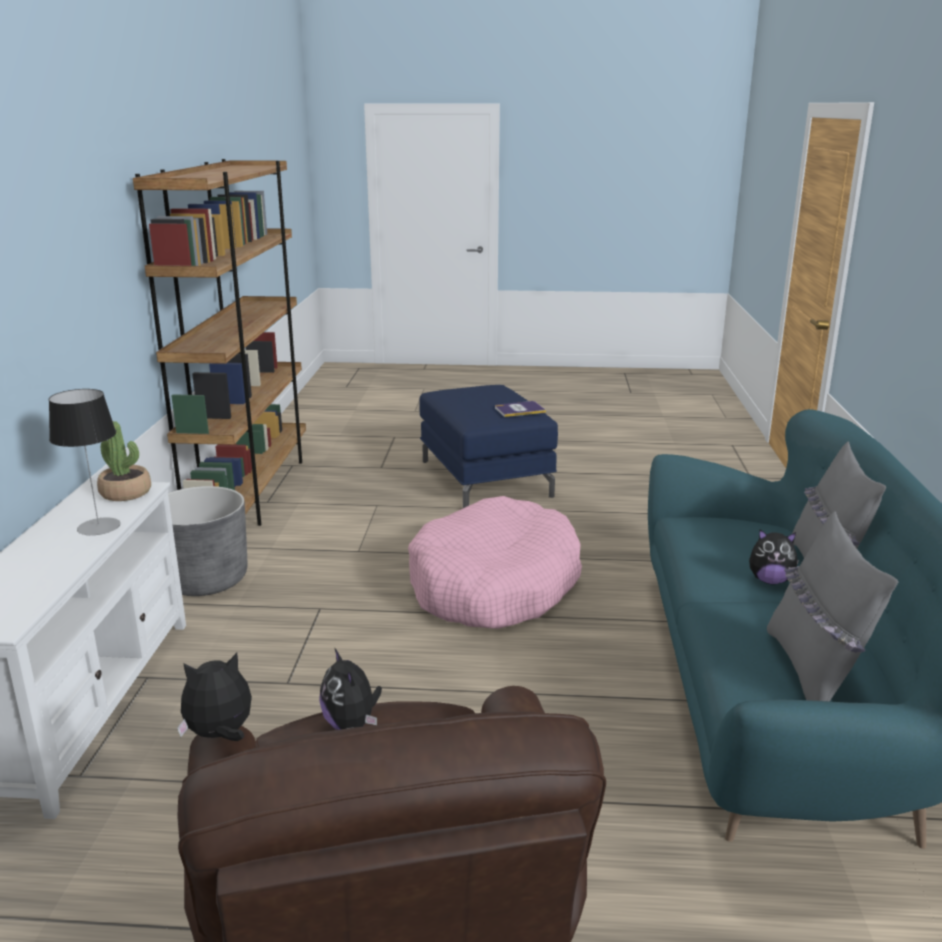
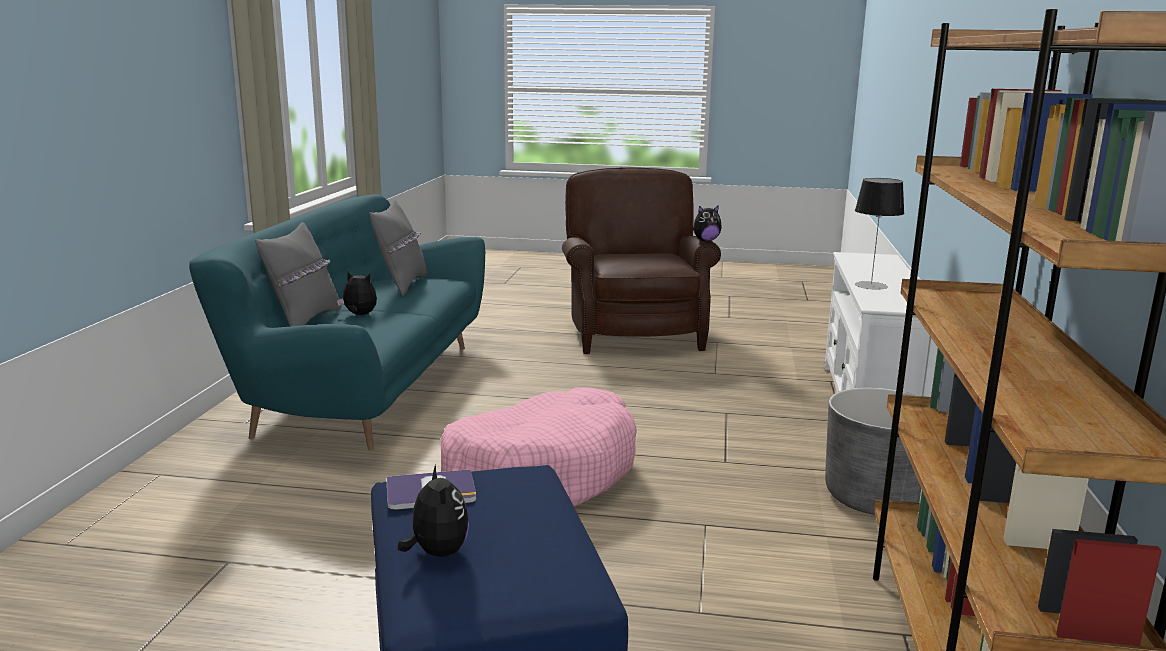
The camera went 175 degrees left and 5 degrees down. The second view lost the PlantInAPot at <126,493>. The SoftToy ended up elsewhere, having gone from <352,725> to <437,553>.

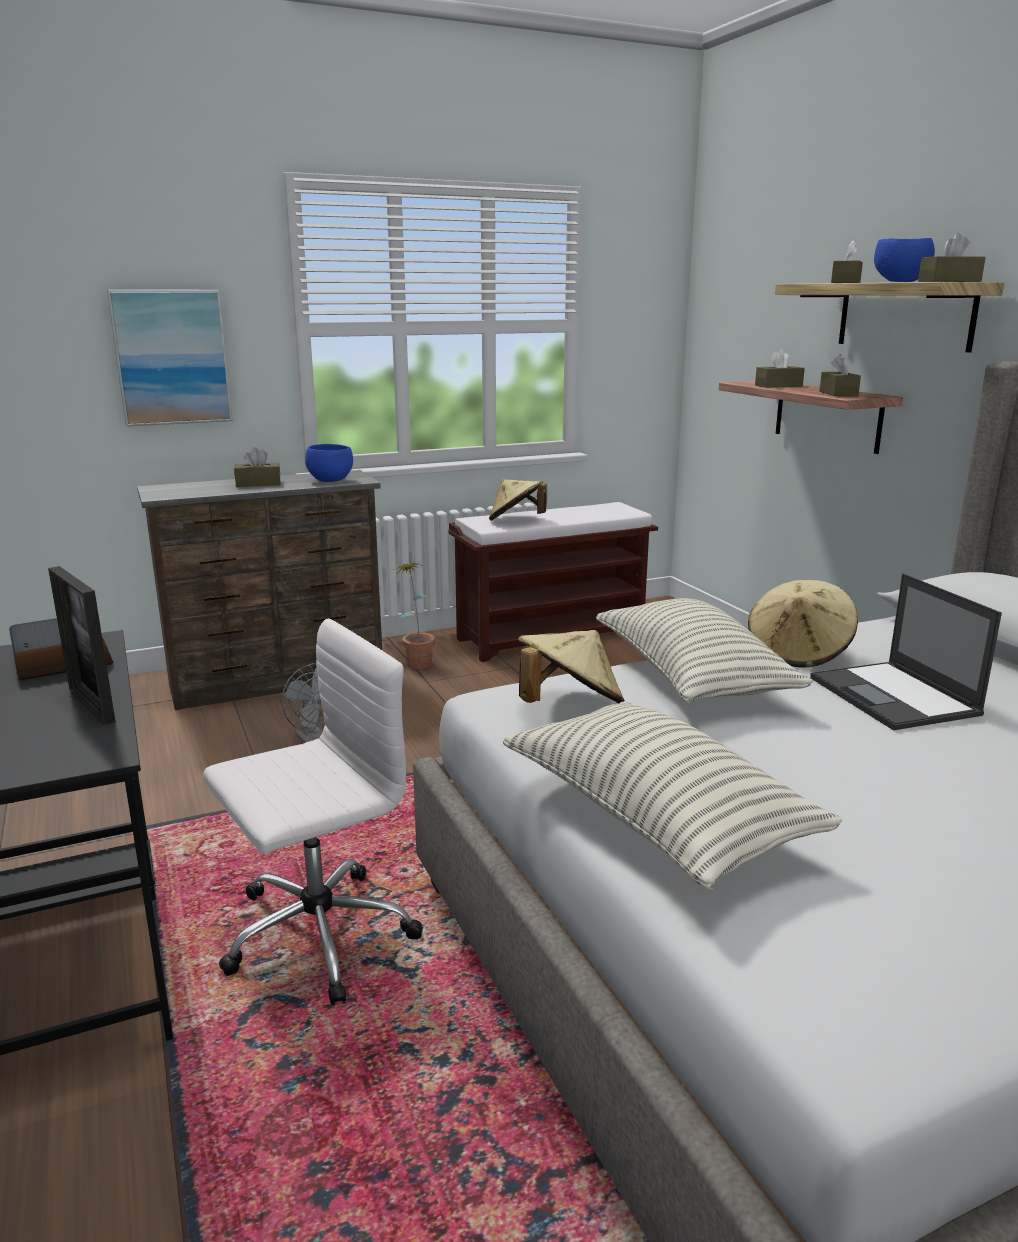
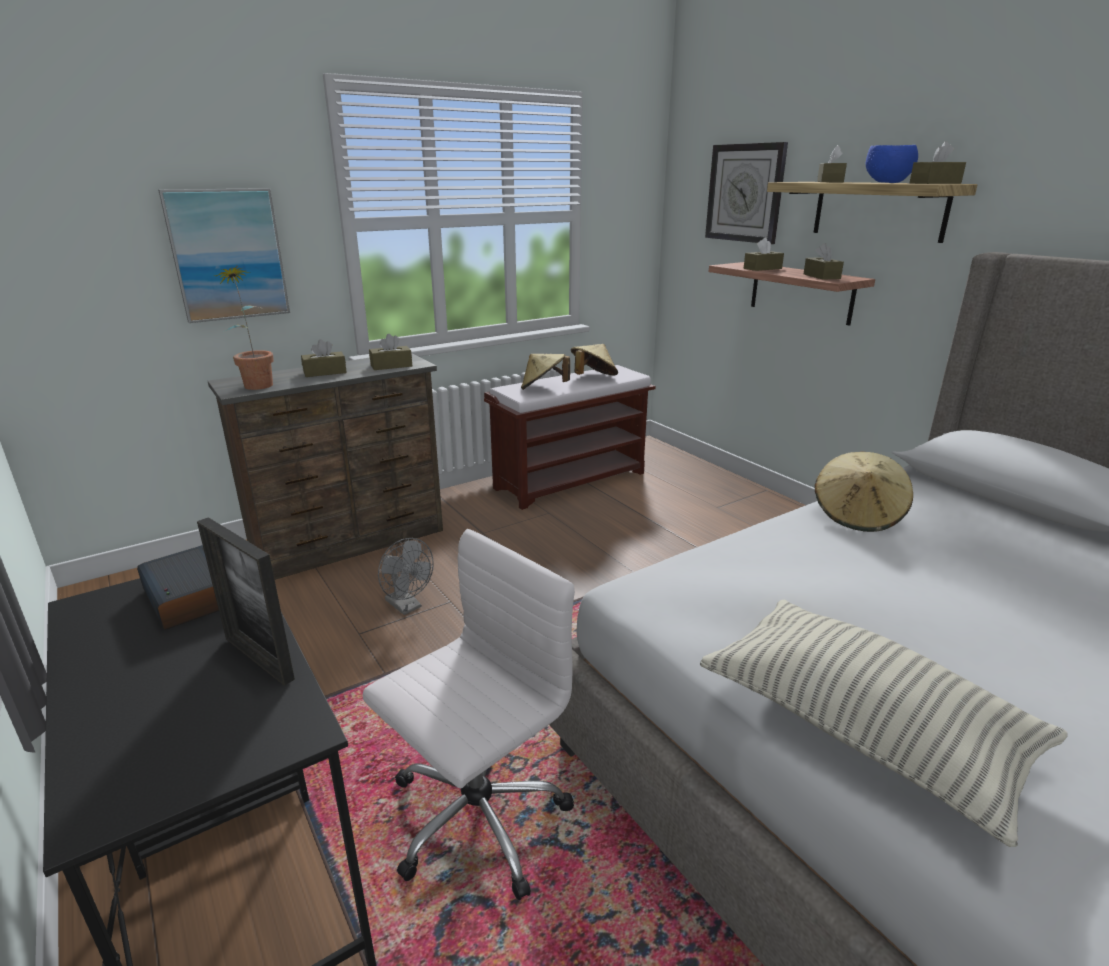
The camera went 10 degrees left and 5 degrees up. The second view lost the ThrowPillow at <691,678>. The second view lost the NotebookComputer at <894,697>. The second view gained the HangingClock at <745,193>. The PlantInAPot ended up elsewhere, having gone from <417,661> to <257,383>. The BeigeWearableHat ended up elsewhere, having gone from <569,706> to <593,378>. Where the BluishDeepDish stood at <331,481>, the BrownishTissueHolder came to stand at <391,366>.

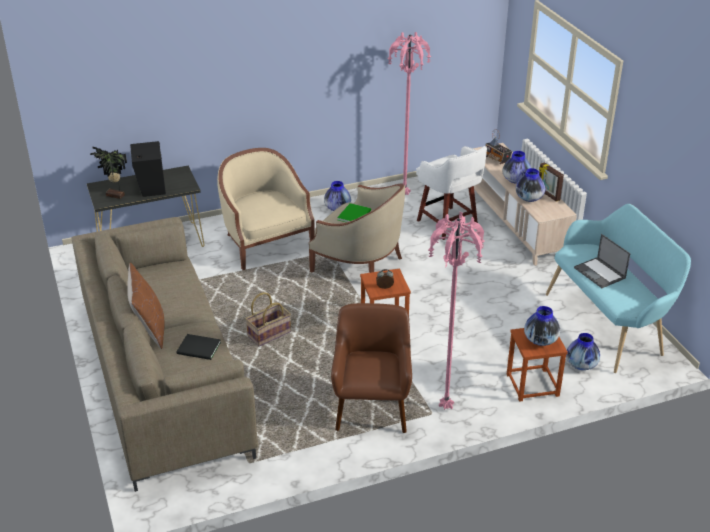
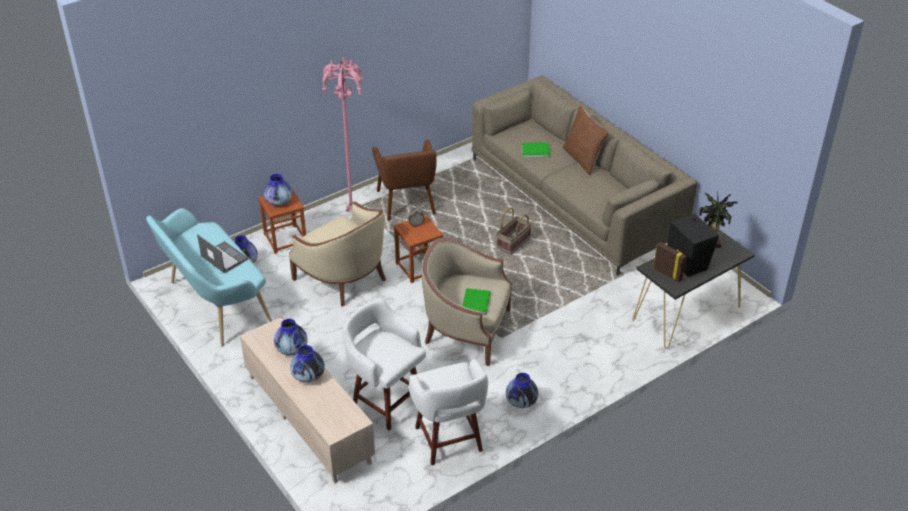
The camera went 165 degrees right and 5 degrees up. The second view lost the RadioSet at <497,159>. The BeigeLoungeChair ended up elsewhere, having gone from <266,243> to <343,277>. The StandingFrame ended up elsewhere, having gone from <548,195> to <667,274>. Where the PinkFloorLamp stood at <405,195>, the WhitishStoolSeat came to stand at <449,441>. What was the BlackBoundBook at <199,349> turned into the GreenishBoundBook at <534,150>.

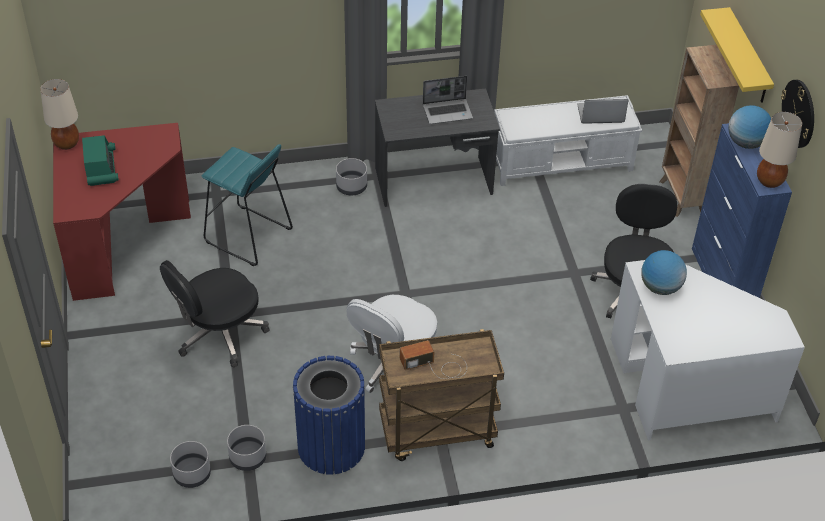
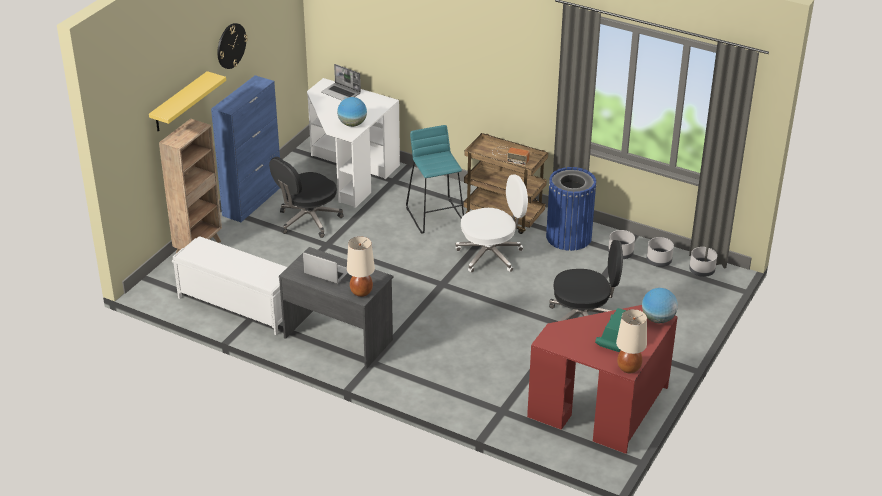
The camera went 140 degrees left and 10 degrees down. The TurquoiseStoolSeat ended up elsewhere, having gone from <248,236> to <436,216>. The GreyPlanter ended up elsewhere, having gone from <352,187> to <701,270>. The NotebookComputer ended up elsewhere, having gone from <600,115> to <341,93>. The WorldGlobe ended up elsewhere, having gone from <746,143> to <658,319>. The BeigeLampForATable ended up elsewhere, having gone from <769,181> to <361,292>.

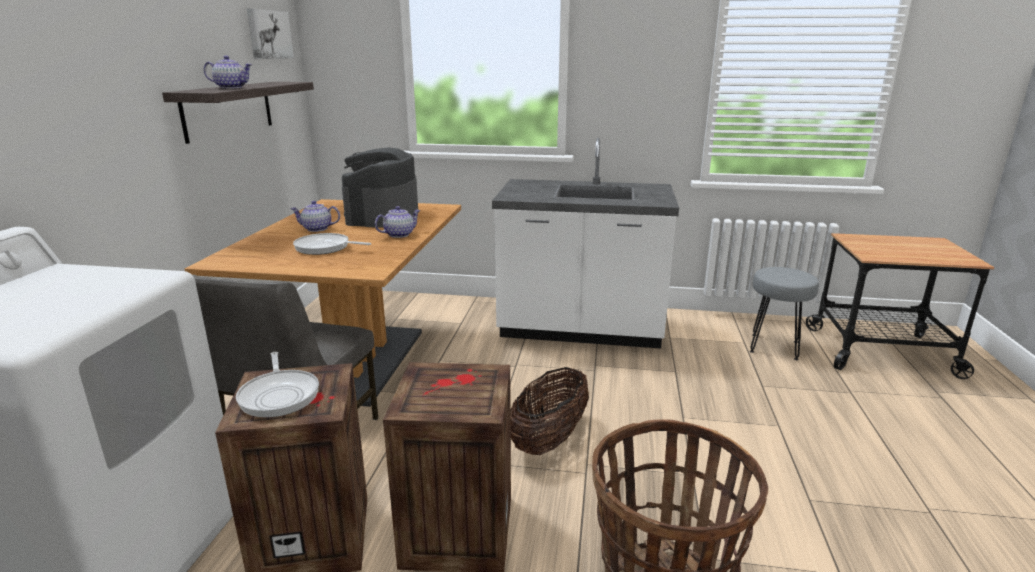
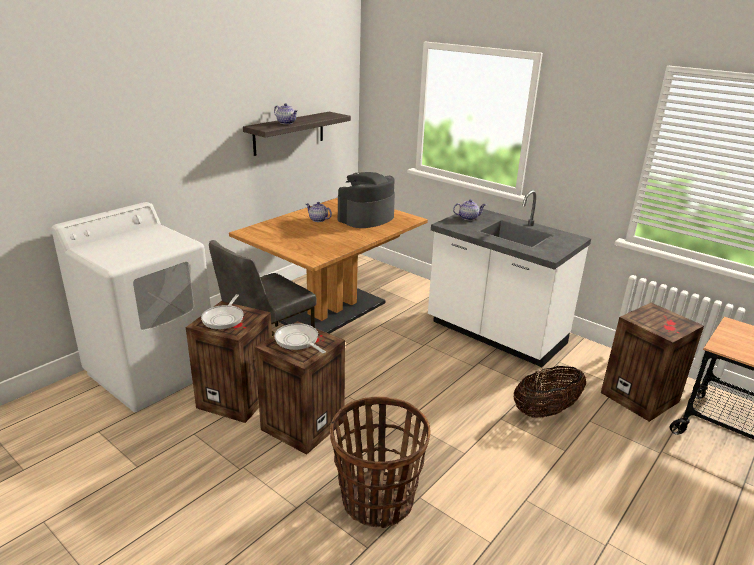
The camera went 30 degrees right and 5 degrees up. The second view lost the WallArt at <268,34>. The FryingPan ended up elsewhere, having gone from <325,248> to <298,341>. The Teapot ended up elsewhere, having gone from <399,234> to <468,218>. The StorageBasket ended up elsewhere, having gone from <549,439> to <545,411>. Where the GreyStoolSeat stood at <774,346>, the ShippingCrate came to stand at <641,397>.

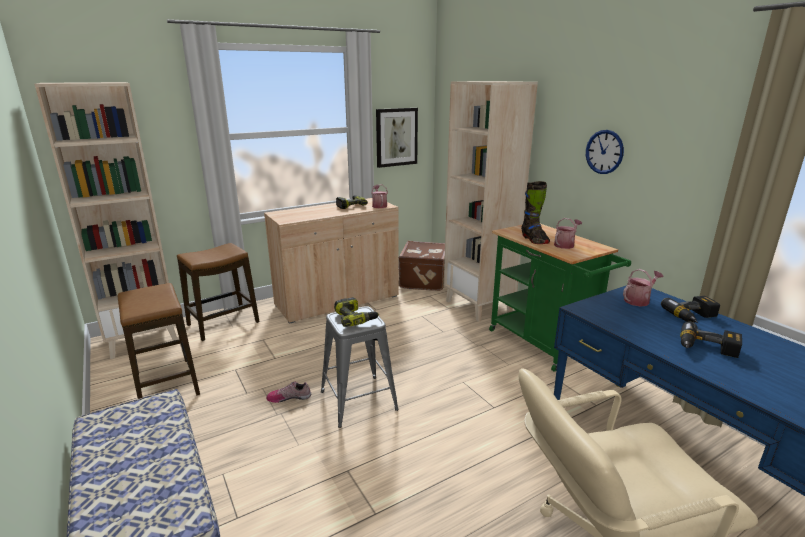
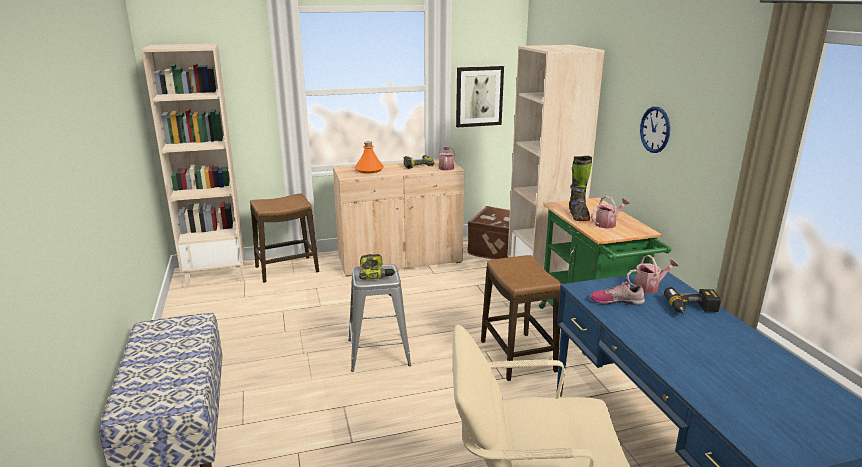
The camera went 15 degrees right and 0 degrees up. The second view lost the ElectricDrill at <707,349>. The second view gained the OrangeyBottle at <369,170>. The StoolSeat ended up elsewhere, having gone from <167,384> to <518,356>. The LowShoe ended up elsewhere, having gone from <289,397> to <616,301>.

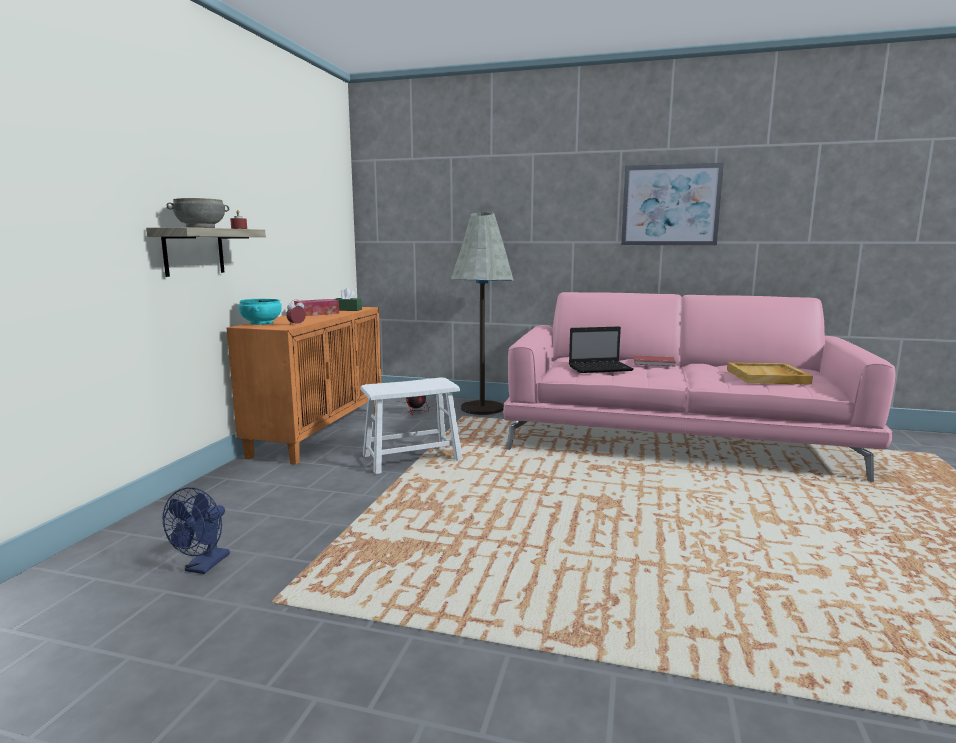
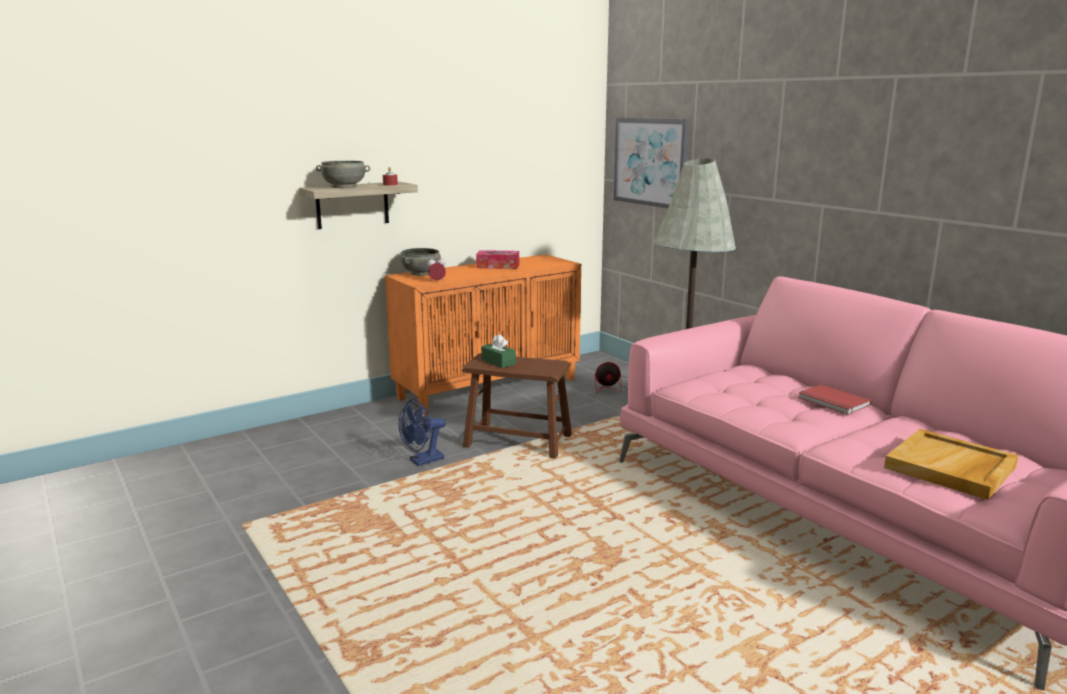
The camera went 40 degrees right and 5 degrees up. The second view lost the NotebookComputer at <601,368>. The BluishElectricFan ended up elsewhere, having gone from <203,567> to <422,461>. The GreenishTissueHolder ended up elsewhere, having gone from <347,310> to <498,362>. The WallArt ended up elsewhere, having gone from <670,205> to <650,162>. What was the TurquoiseDeepDish at <260,323> turned into the GreyDeepDish at <420,273>. What was the WhitishStoolSeat at <411,458> turned into the BrownishStoolSeat at <518,441>.

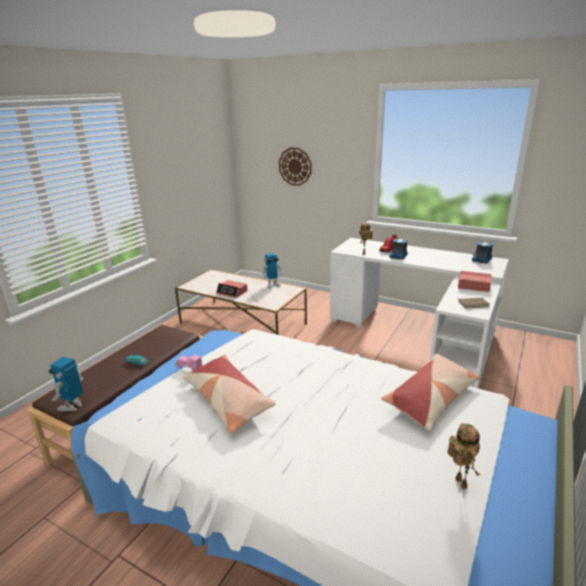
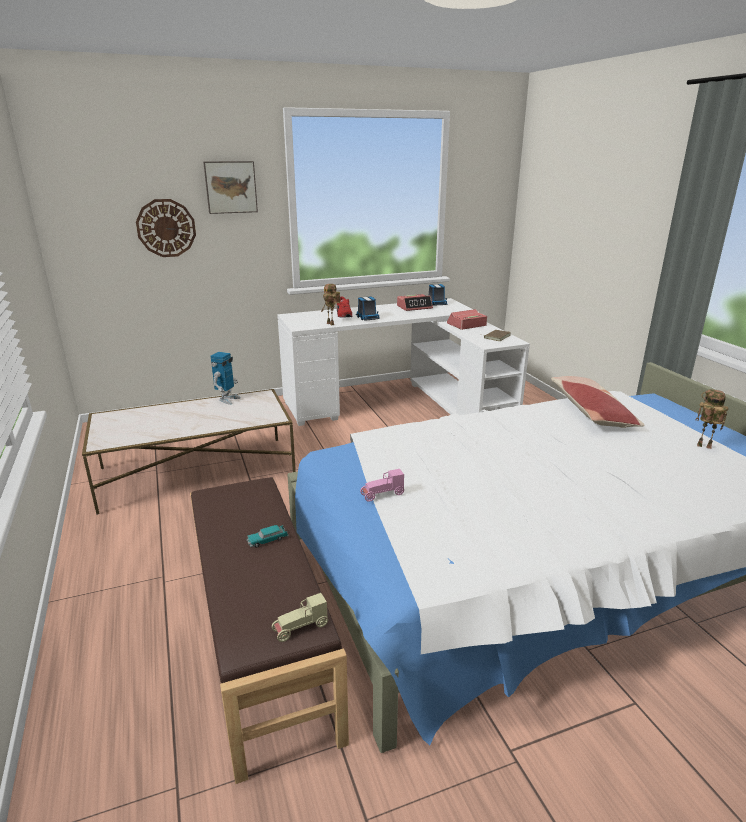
The camera went 50 degrees left and 0 degrees up. The second view lost the ThrowPillow at <228,400>. The second view gained the WallArt at <230,187>. The BedsideClock ended up elsewhere, having gone from <232,292> to <414,307>. Where the ToyRobot stood at <72,406>, the BeigeMiniatureCar came to stand at <300,629>.

